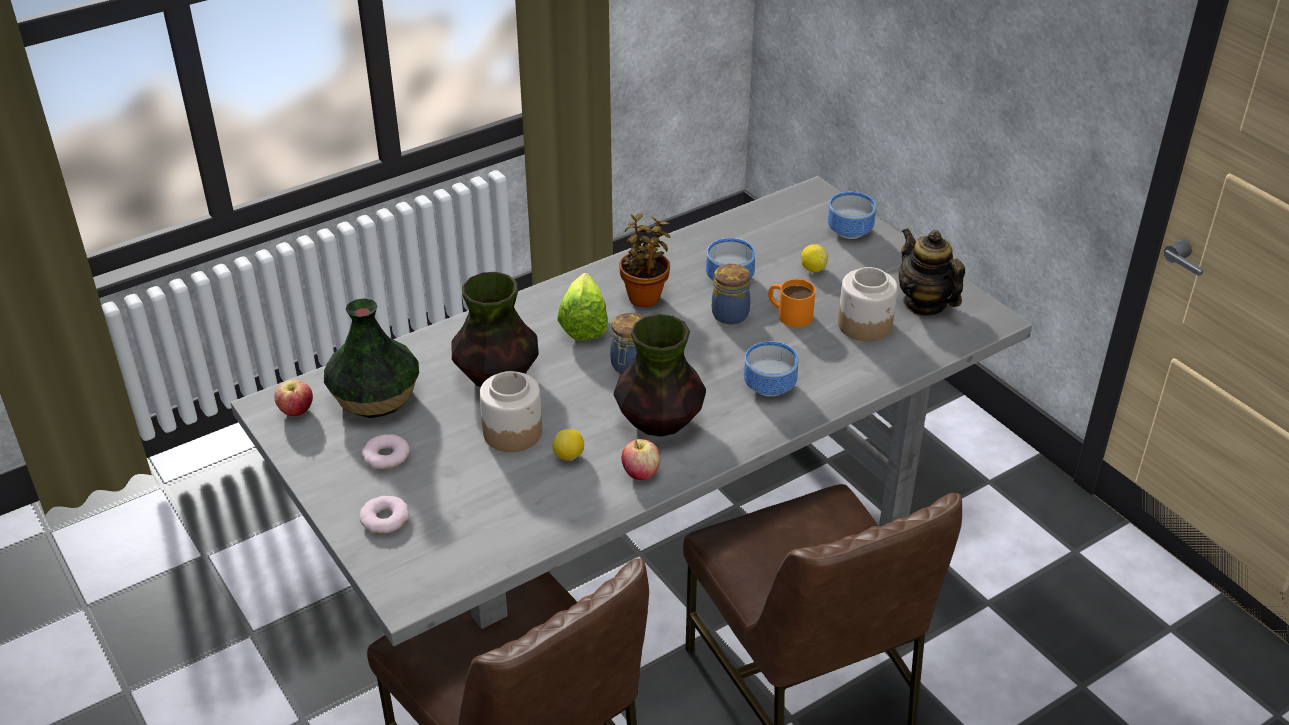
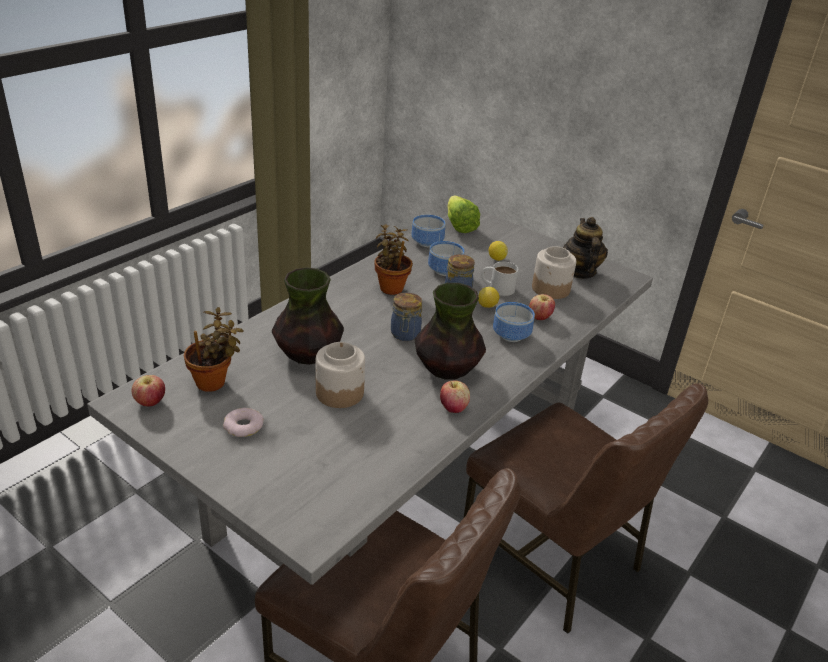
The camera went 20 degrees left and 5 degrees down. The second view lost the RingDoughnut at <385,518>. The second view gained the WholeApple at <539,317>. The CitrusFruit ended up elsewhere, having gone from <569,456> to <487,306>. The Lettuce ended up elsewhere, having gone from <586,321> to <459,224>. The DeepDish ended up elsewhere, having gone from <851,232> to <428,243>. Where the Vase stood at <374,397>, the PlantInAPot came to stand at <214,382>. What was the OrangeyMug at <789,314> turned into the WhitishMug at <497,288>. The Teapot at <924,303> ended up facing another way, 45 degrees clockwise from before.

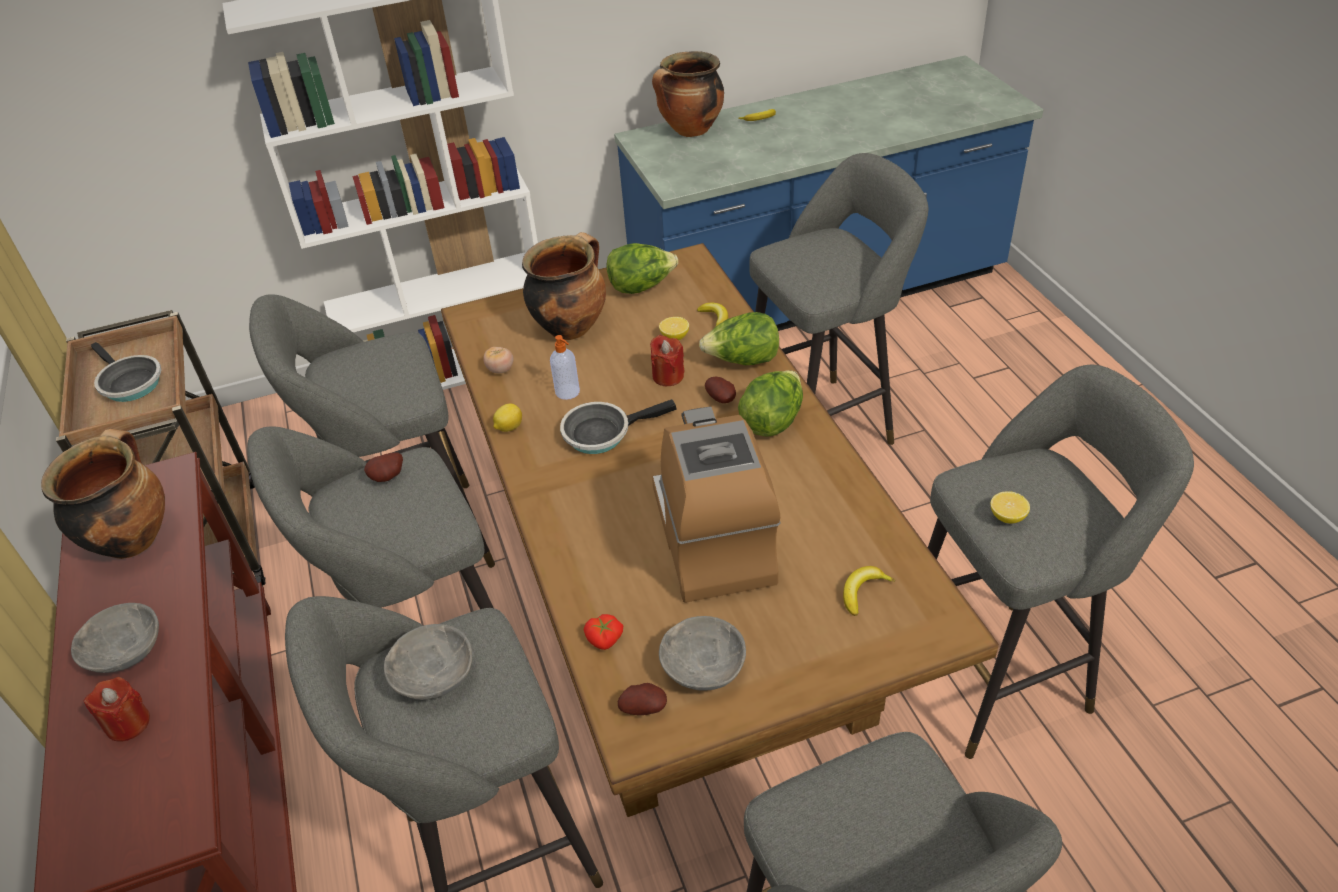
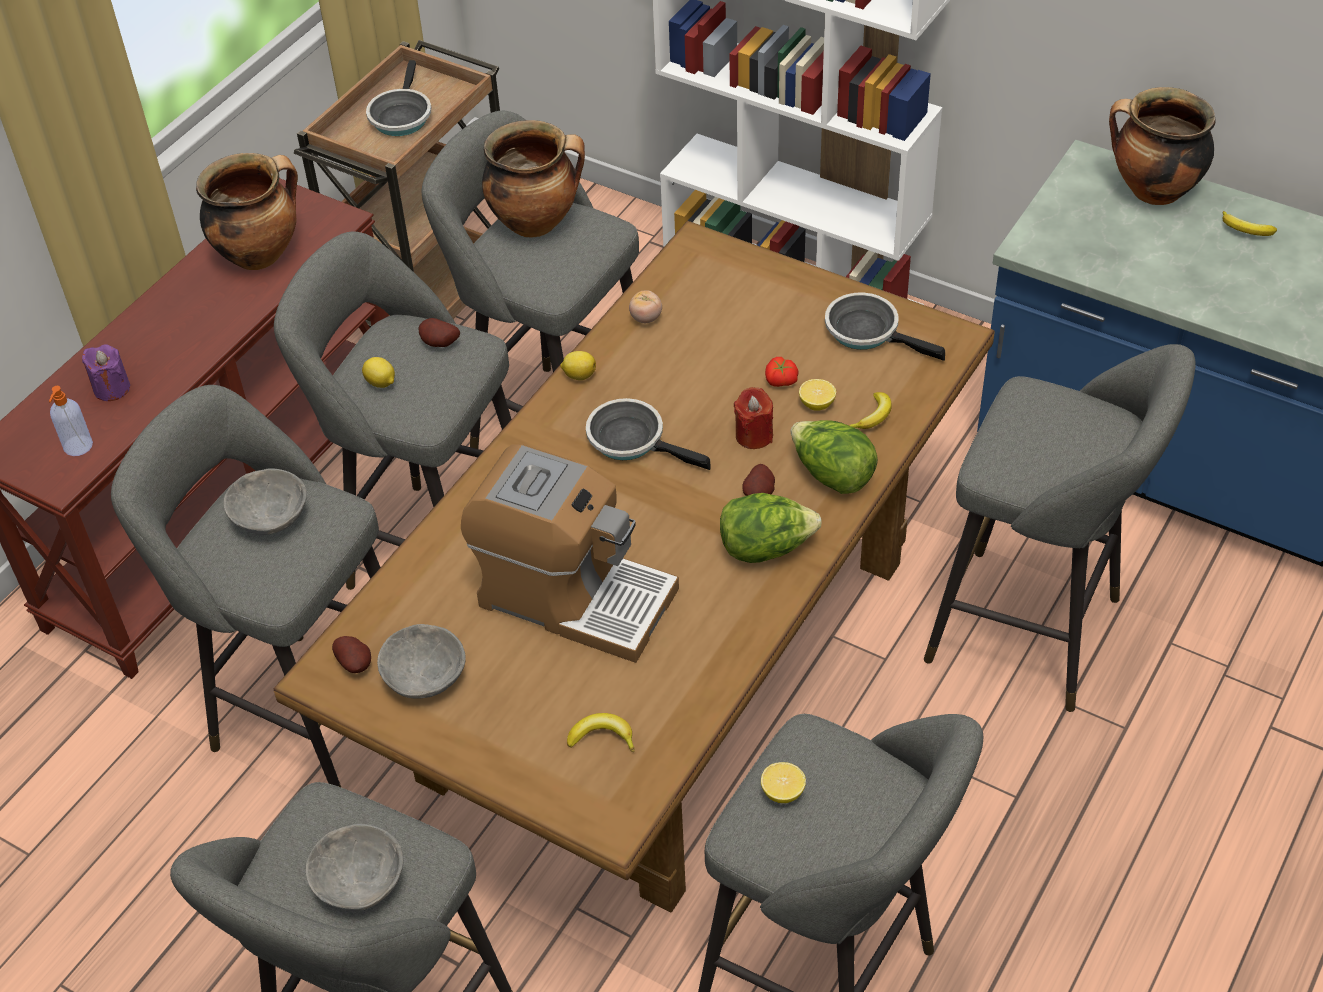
The camera went 50 degrees right and 5 degrees up. The second view gained the CitrusFruit at <381,383>. The GreyDeepDish ended up elsewhere, having gone from <125,653> to <358,882>. The Stockpot ended up elsewhere, having gone from <570,326> to <536,222>. The LiquidSoapBottle ended up elsewhere, having gone from <568,392> to <77,447>. The WholeTomato ended up elsewhere, having gone from <604,639> to <780,381>. Where the Lettuce stood at <641,287>, the FryingPan came to stand at <868,331>. What was the RedColouredWaxLight at <128,723> turned into the PurpleColouredWaxLight at <112,388>. The CoffeeMachine at <713,537> ended up facing another way, 75 degrees clockwise from before.

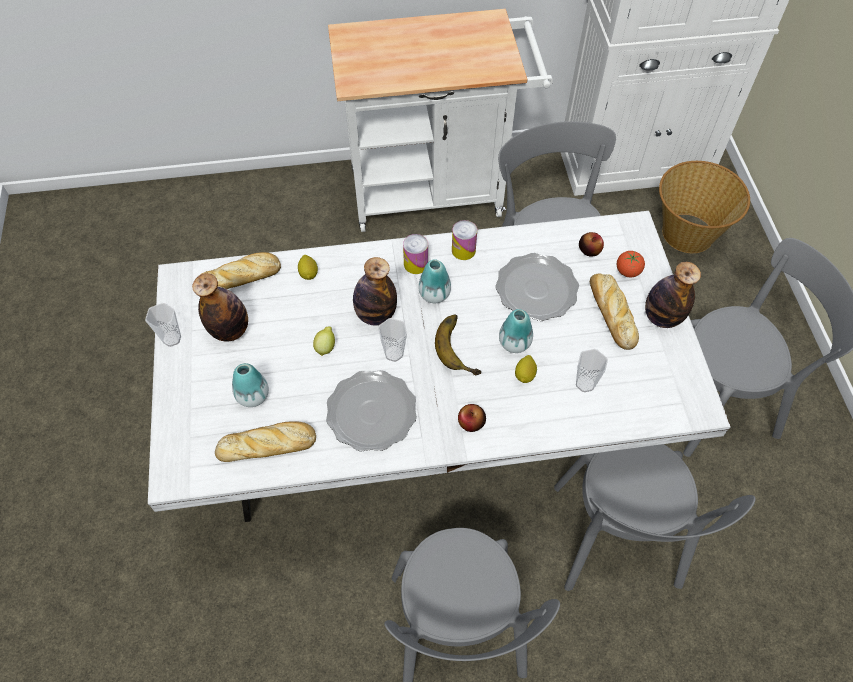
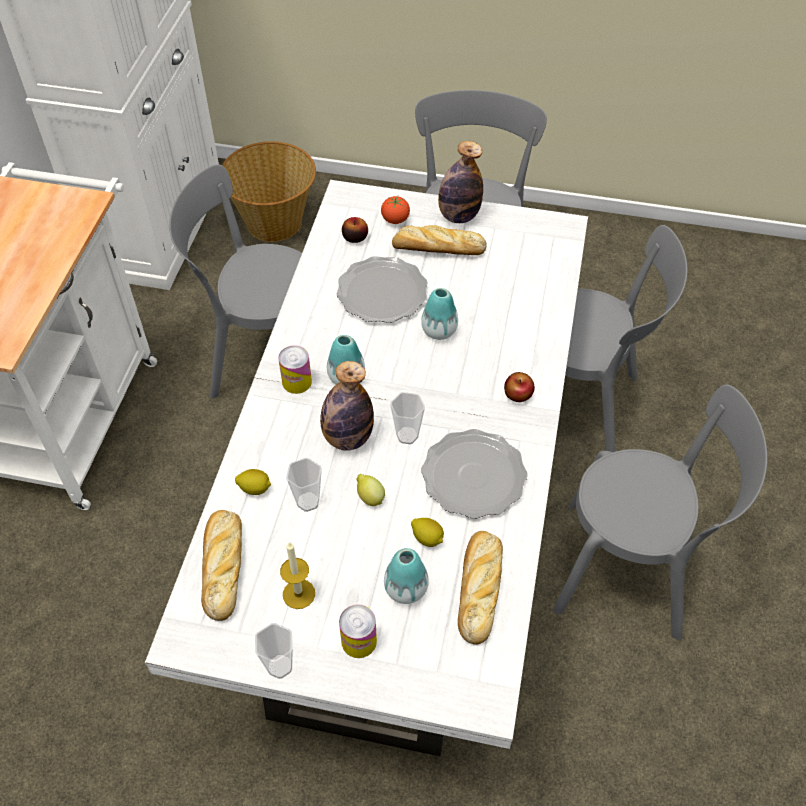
The camera went 70 degrees left and 5 degrees down. The second view lost the WholeBanana at <461,346>. The MetalCan ended up elsewhere, having gone from <463,250> to <359,641>. The CitrusFruit ended up elsewhere, having gone from <525,375> to <427,538>. The SmallCup ended up elsewhere, having gone from <585,384> to <308,501>. Where the Bottle stood at <230,330>, the WaxLight came to stand at <299,594>.

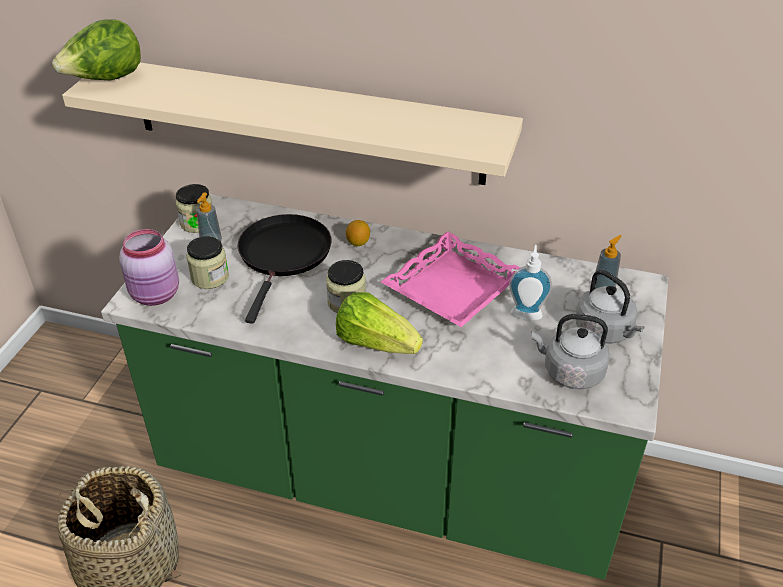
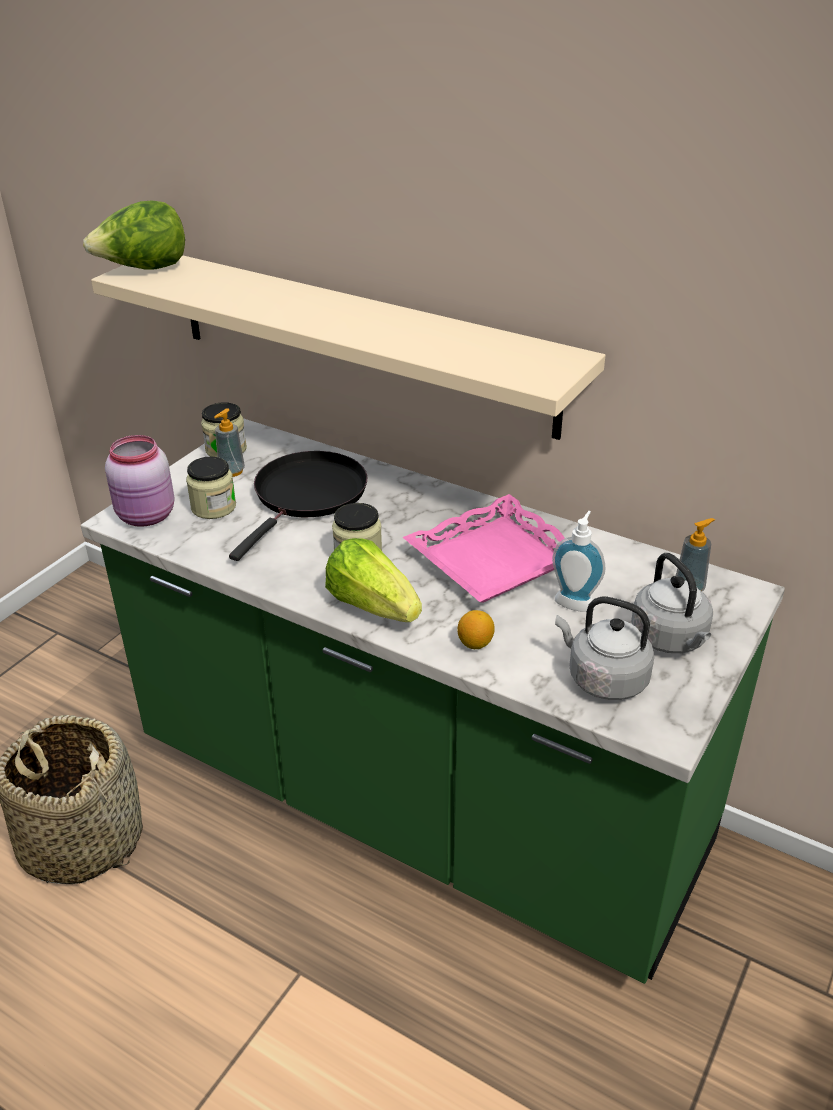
The camera went 15 degrees right and 5 degrees down. The CitrusFruit ended up elsewhere, having gone from <358,242> to <475,643>.

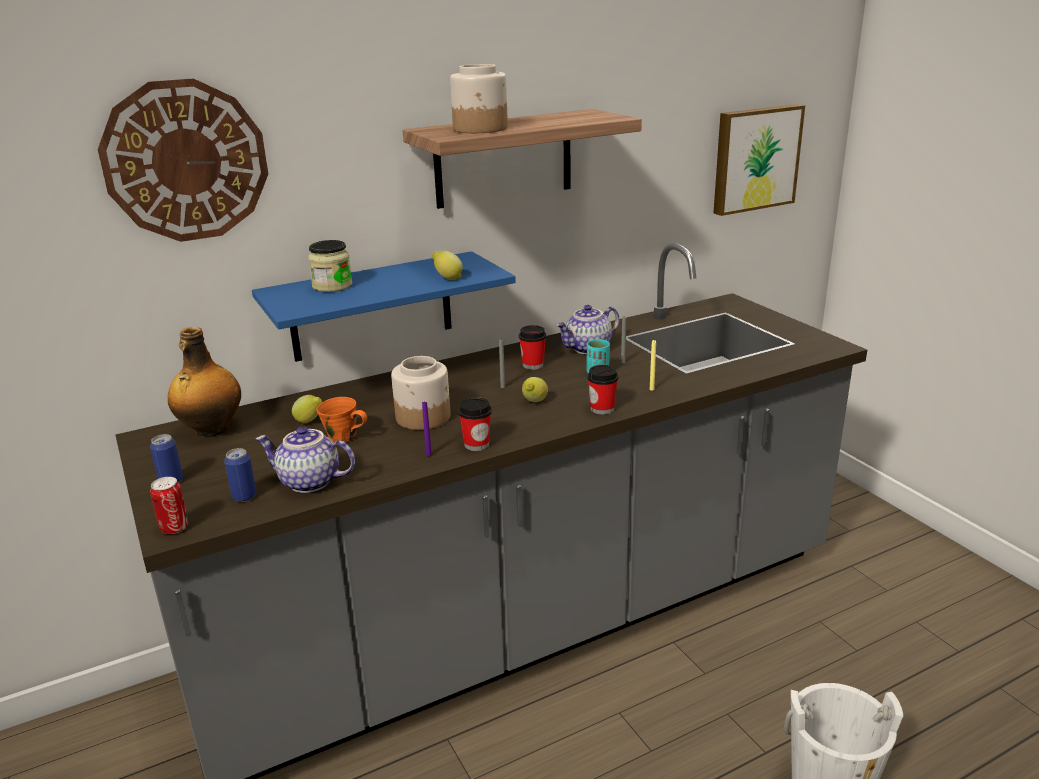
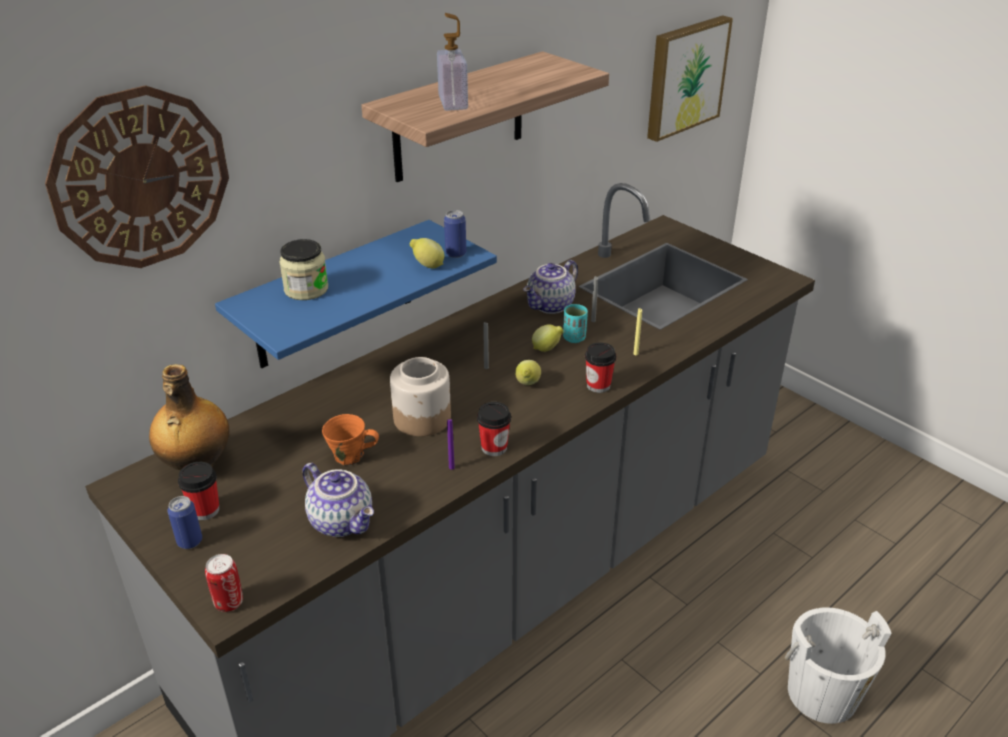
The camera went 15 degrees left and 10 degrees up. The MetalCan ended up elsewhere, having gone from <244,496> to <455,253>. The CitrusFruit ended up elsewhere, having gone from <309,421> to <547,349>. The SmallCup ended up elsewhere, having gone from <533,365> to <205,510>. Where the PreserveJar stood at <481,129>, the LiquidSoapBottle came to stand at <453,103>. The Teapot at <308,482> ended up facing another way, 135 degrees counterclockwise from before.

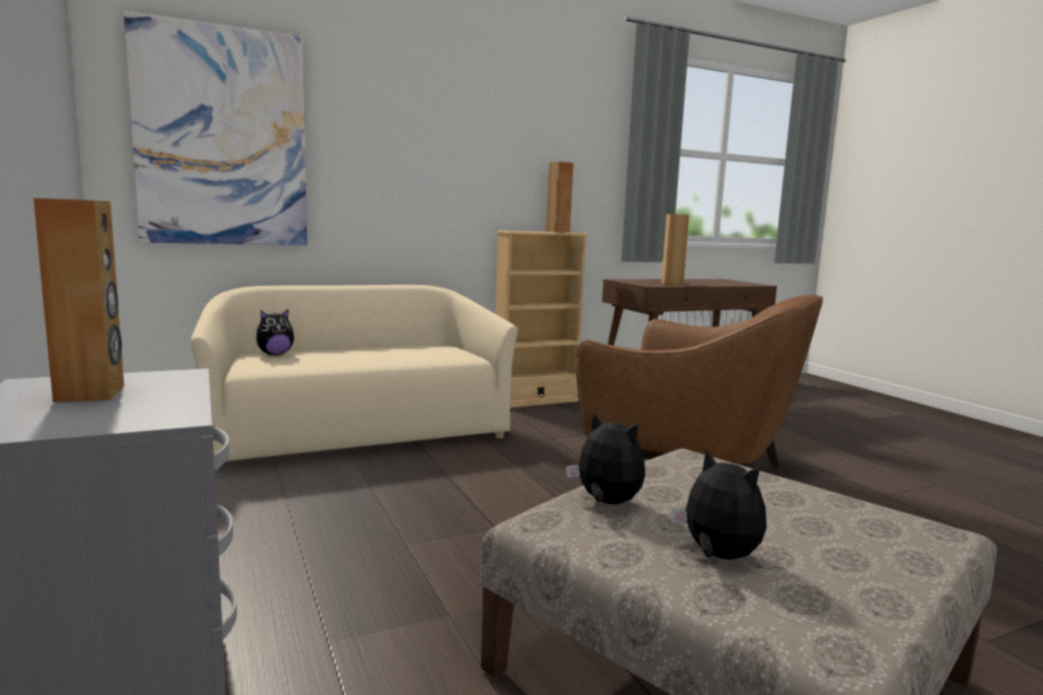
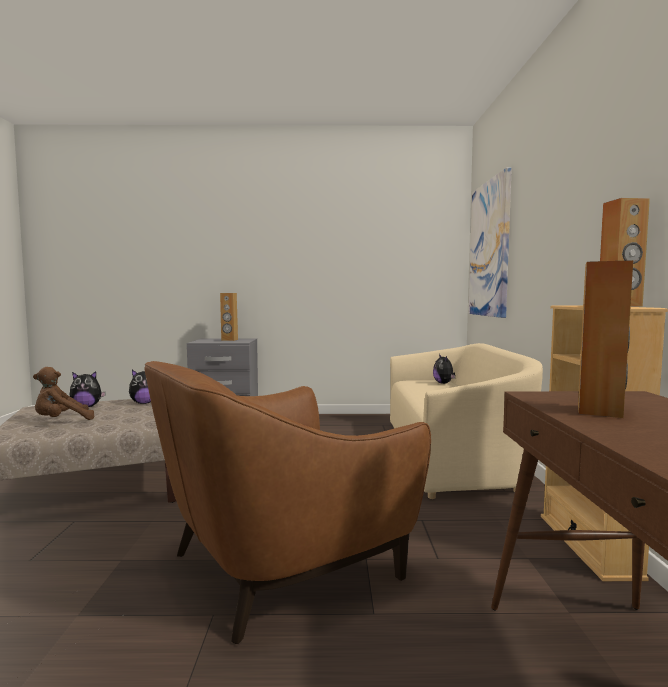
The camera went 115 degrees right and 5 degrees down. The second view gained the BrownishSoftToy at <61,421>.

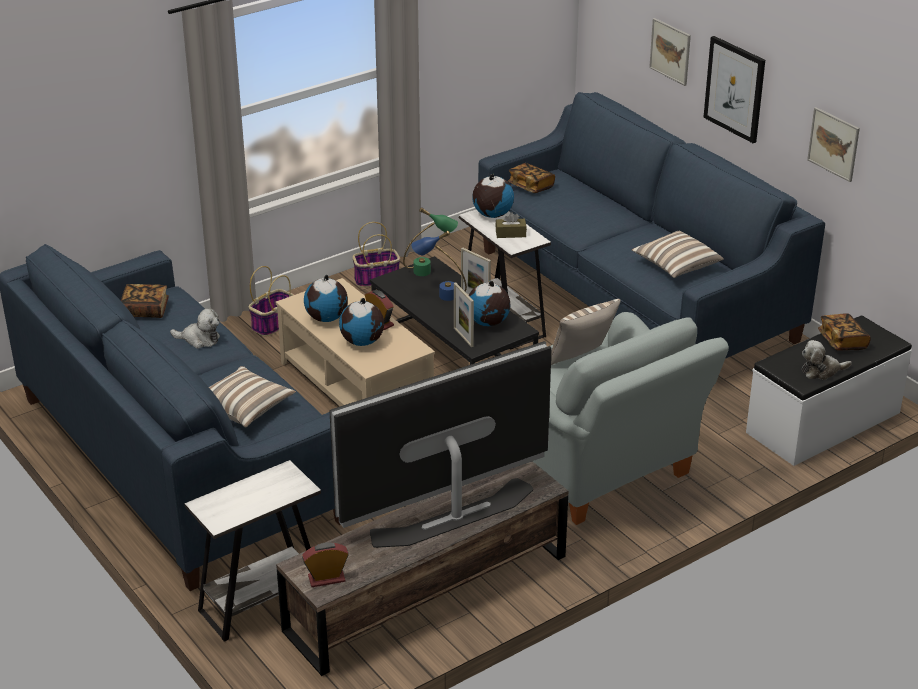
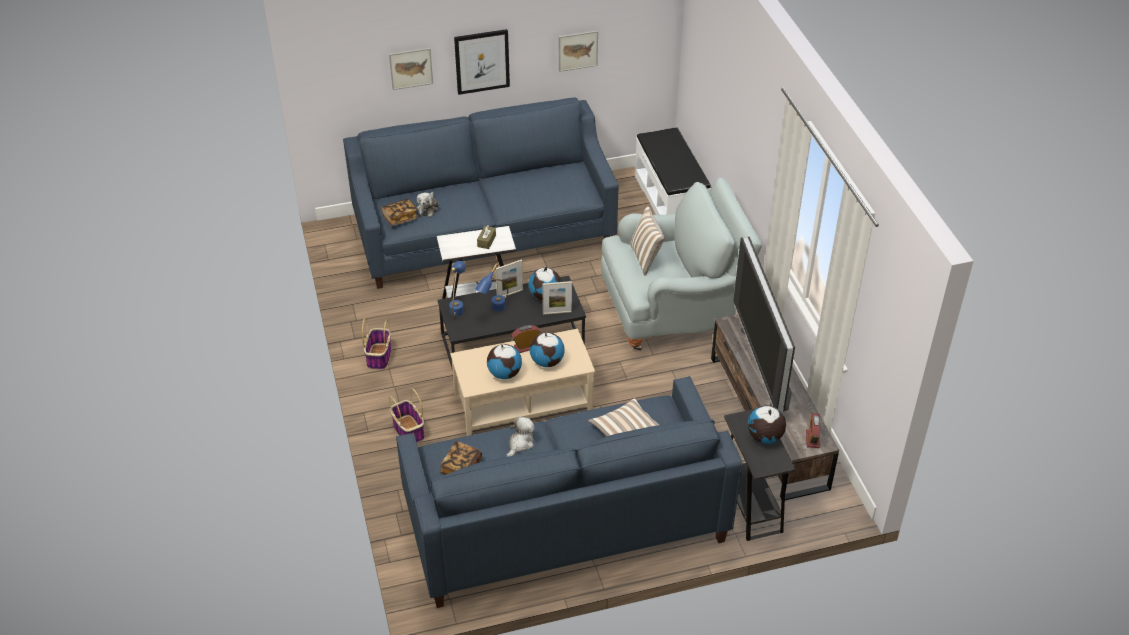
The camera went 70 degrees left and 10 degrees up. The second view lost the ThrowPillow at <676,266>. The second view lost the BoundBook at <842,341>. The WorldGlobe ended up elsewhere, having gone from <492,215> to <764,437>. The SoftToy ended up elsewhere, having gone from <821,371> to <428,208>. What was the WhitishEndTable at <262,603> turned into the BlackEndTable at <750,505>. What was the GreenishLampForATable at <430,271> turned into the BluishLampForATable at <458,306>.

